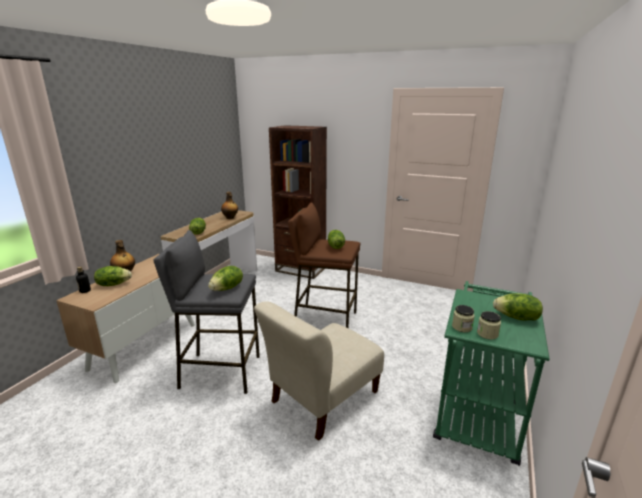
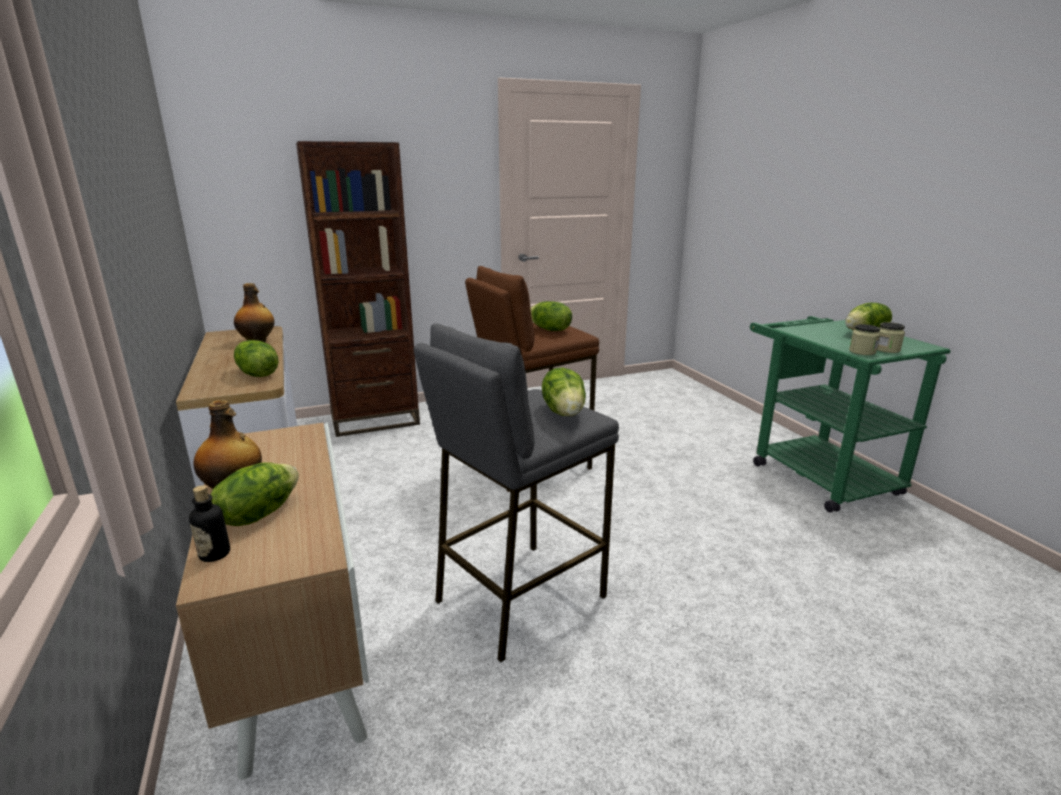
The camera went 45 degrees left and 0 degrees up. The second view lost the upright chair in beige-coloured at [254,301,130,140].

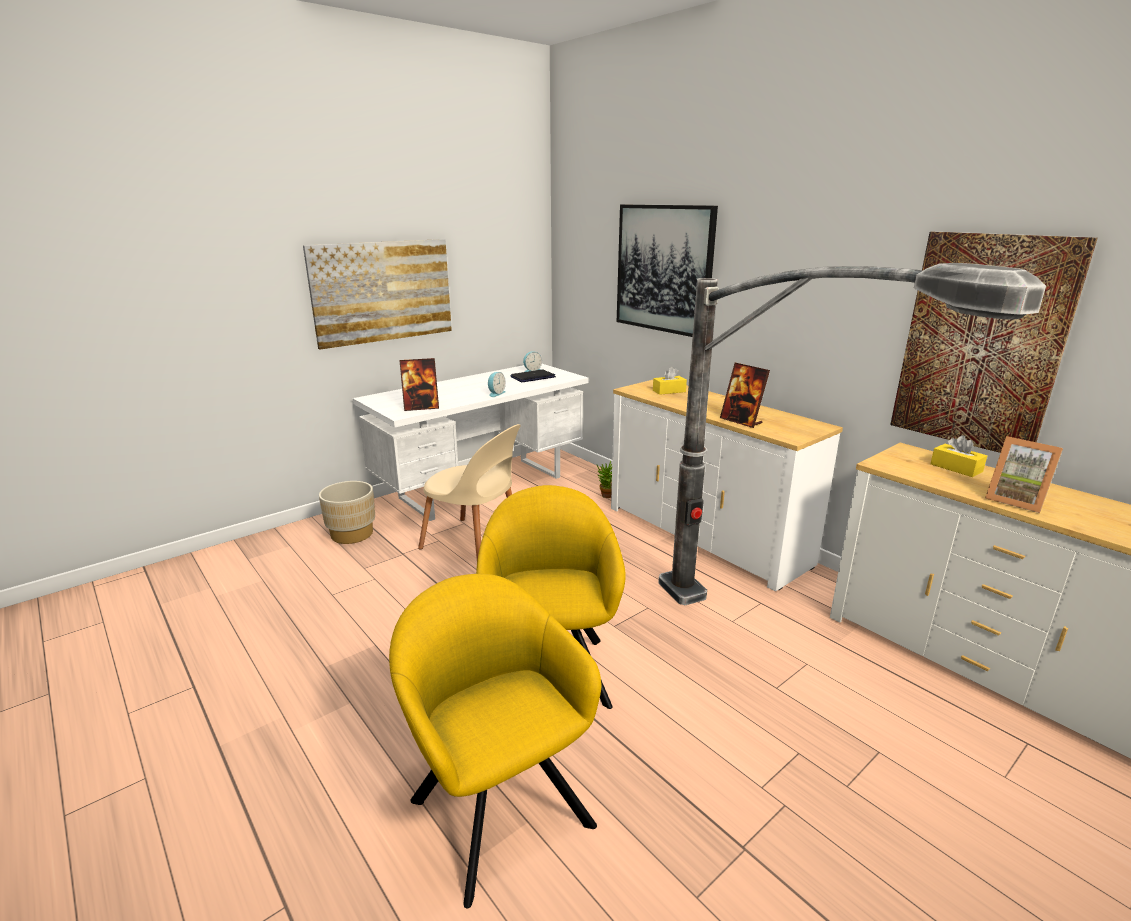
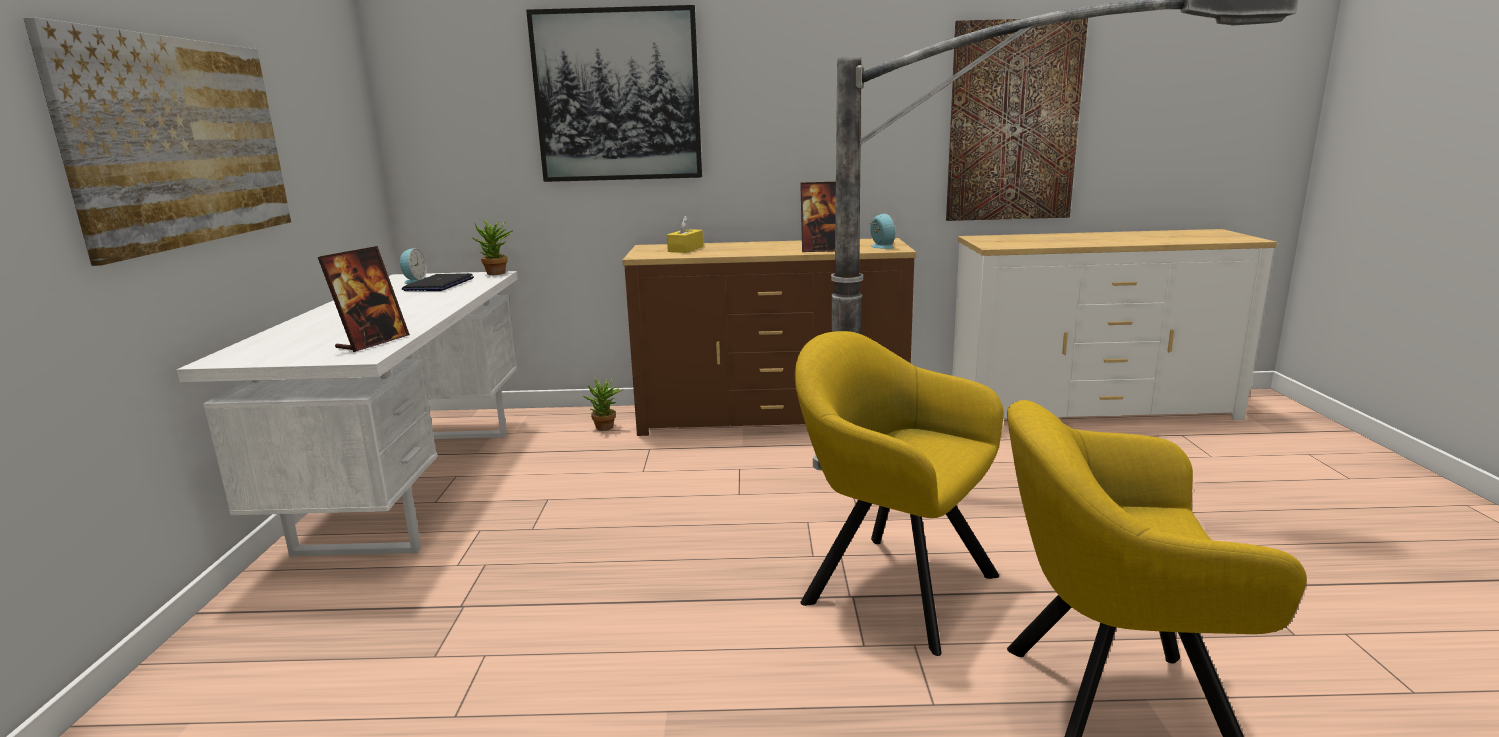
The camera went 50 degrees left and 5 degrees down. The table clock ended up elsewhere, having gone from [488,372,18,25] to [870,214,25,35]. What was the dresser in white-coloured at [611,380,232,211] turned into the dresser in brownish at [622,238,294,198]. The second view lost the upright chair in beige-coloured at [418,424,103,137]. The second view lost the tissue holder in yellow at [930,435,57,42]. The second view lost the standing frame at [985,436,78,77]. The second view lost the planter in beige-coloured at [319,481,56,63]. The second view gained the potted plant at [473,220,40,55].

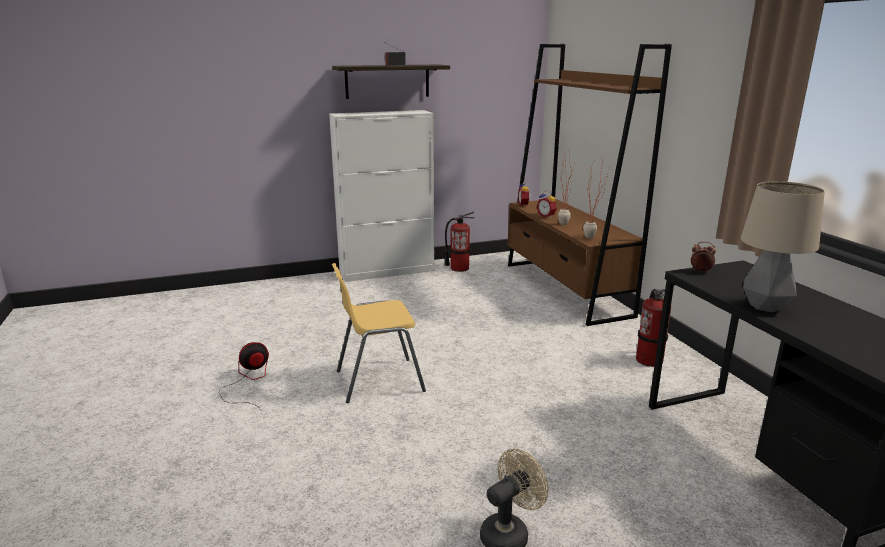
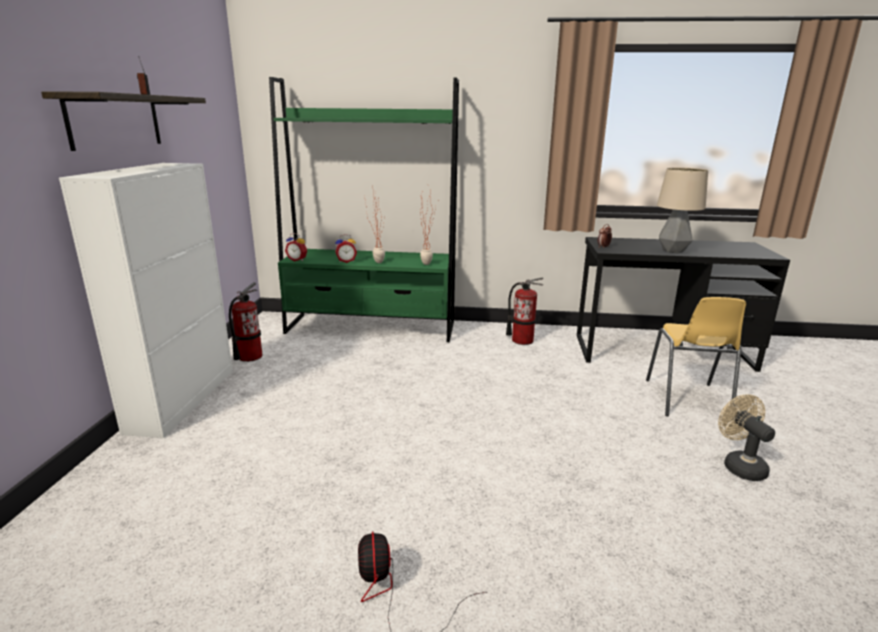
The camera went 65 degrees left and 0 degrees up. What was the shelving unit in brownish at [508,44,164,282] turned into the shelving unit in green-coloured at [269,77,190,265]. The upright chair in yellow ended up elsewhere, having gone from [332,263,94,140] to [646,297,100,123].

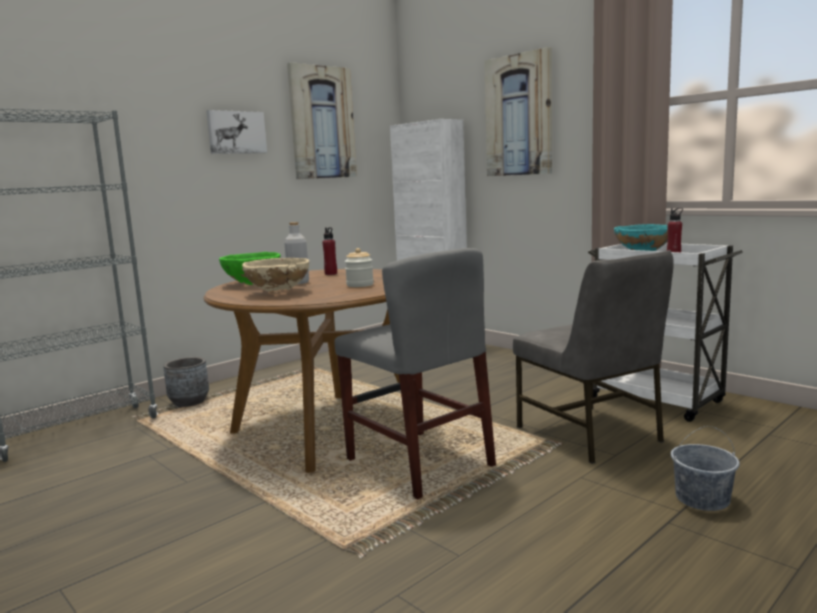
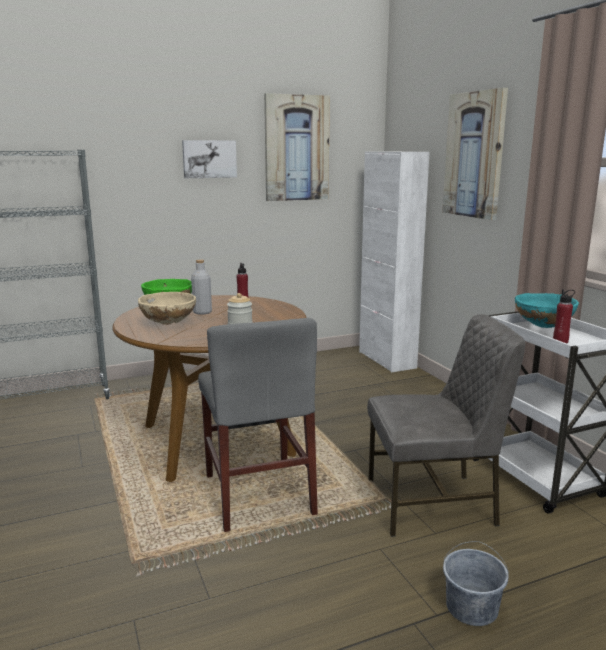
The camera went 20 degrees right and 5 degrees up. The upright chair in grey at [513,250,161,214] ended up facing another way, 90 degrees counterclockwise from before. The second view lost the planter in grey at [163,357,46,50].

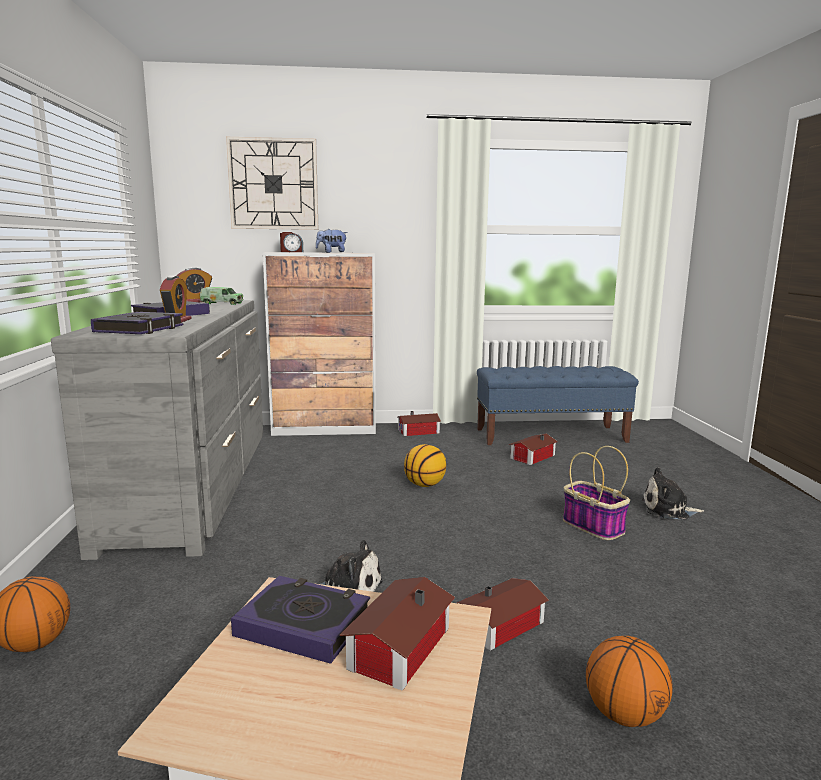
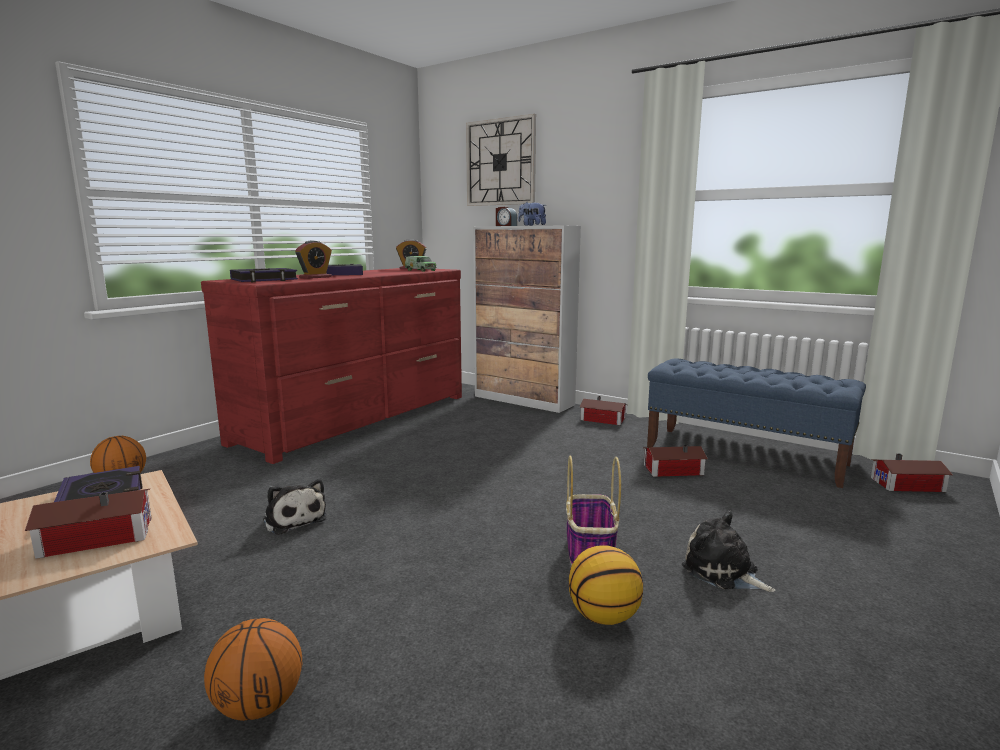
The camera went 40 degrees right and 0 degrees up. What was the dresser in grey at [51,300,212,260] turned into the dresser in reddish at [201,268,261,196]. The ball for basketball ended up elsewhere, having gone from [404,444,42,43] to [569,545,74,80]. The toy house ended up elsewhere, having gone from [457,578,92,73] to [871,453,82,39].

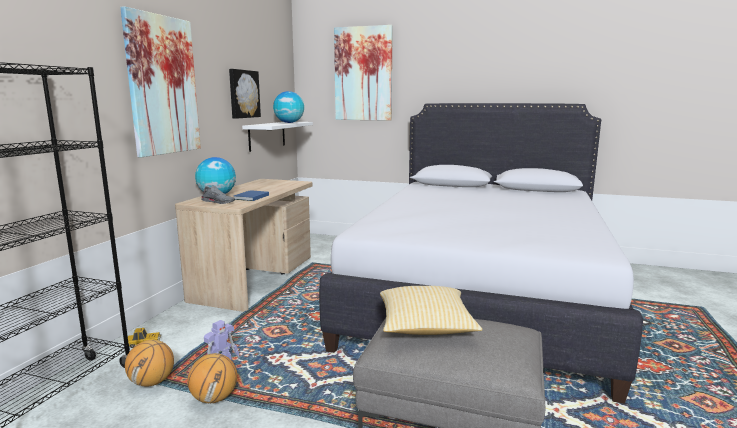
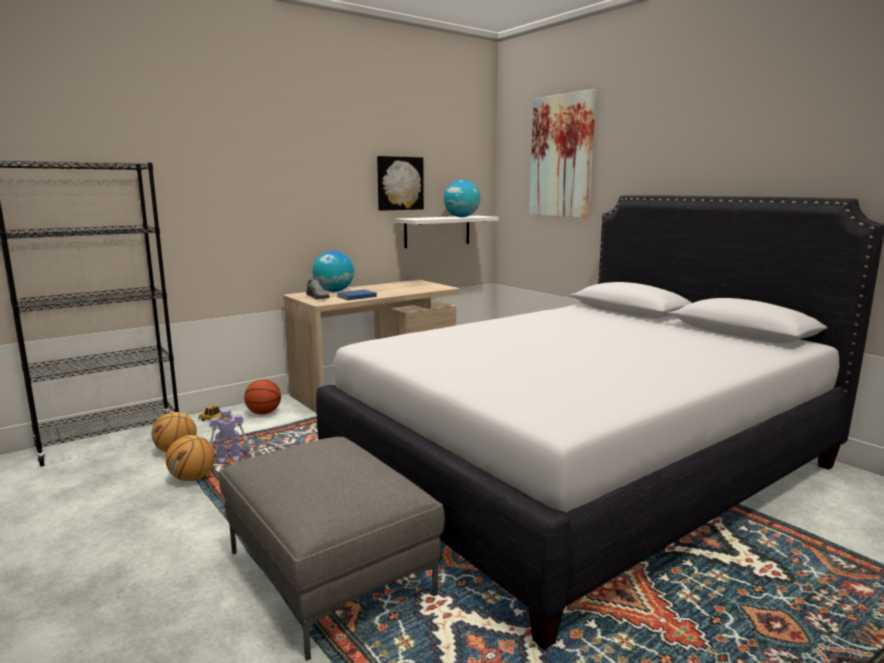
The camera went 35 degrees right and 0 degrees up. The second view lost the wall picture at [120,6,81,151]. The second view lost the throw pillow at [380,286,102,49]. The second view gained the ball for basketball at [244,379,37,36].

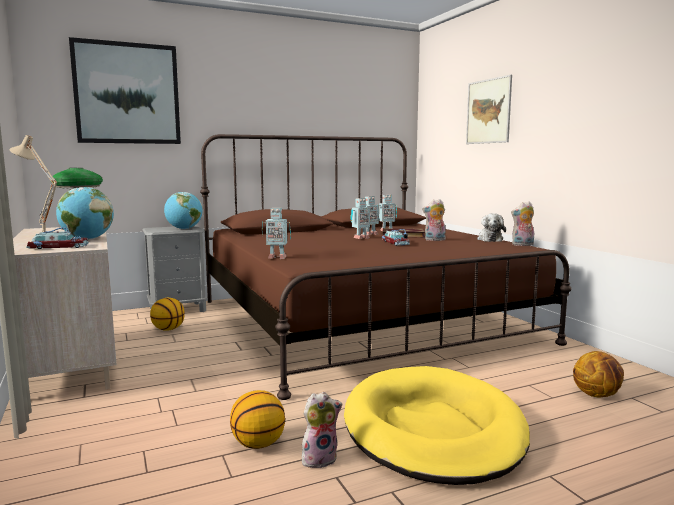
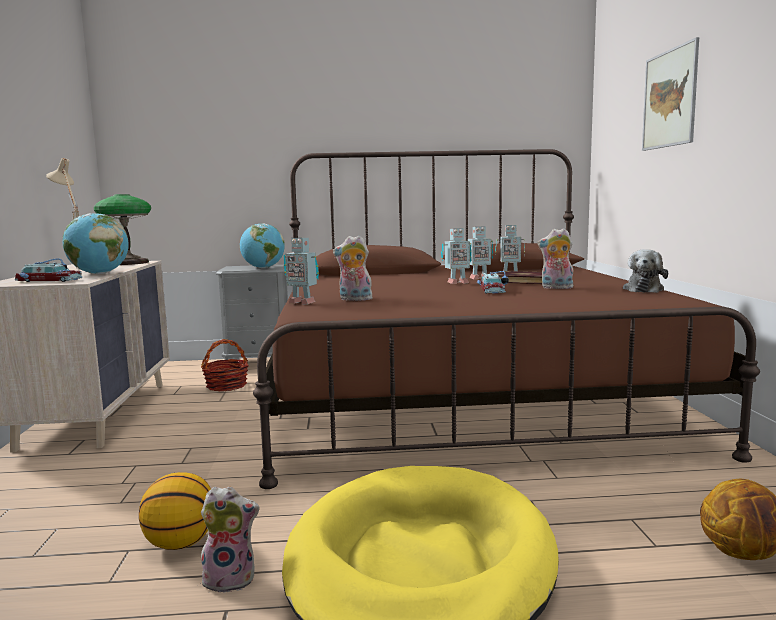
The camera went 20 degrees right and 0 degrees up. The second view lost the wall picture at [69,37,112,107]. The soft toy ended up elsewhere, having gone from [511,202,23,44] to [333,235,41,66]. Where the ball for basketball stood at [150,298,35,33], the storage basket came to stand at [201,339,47,52].

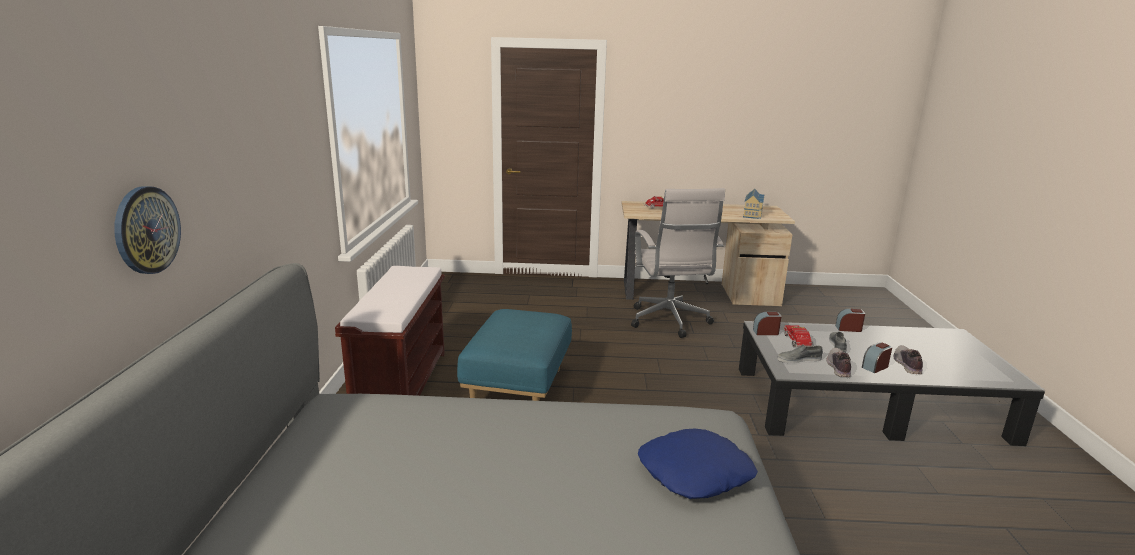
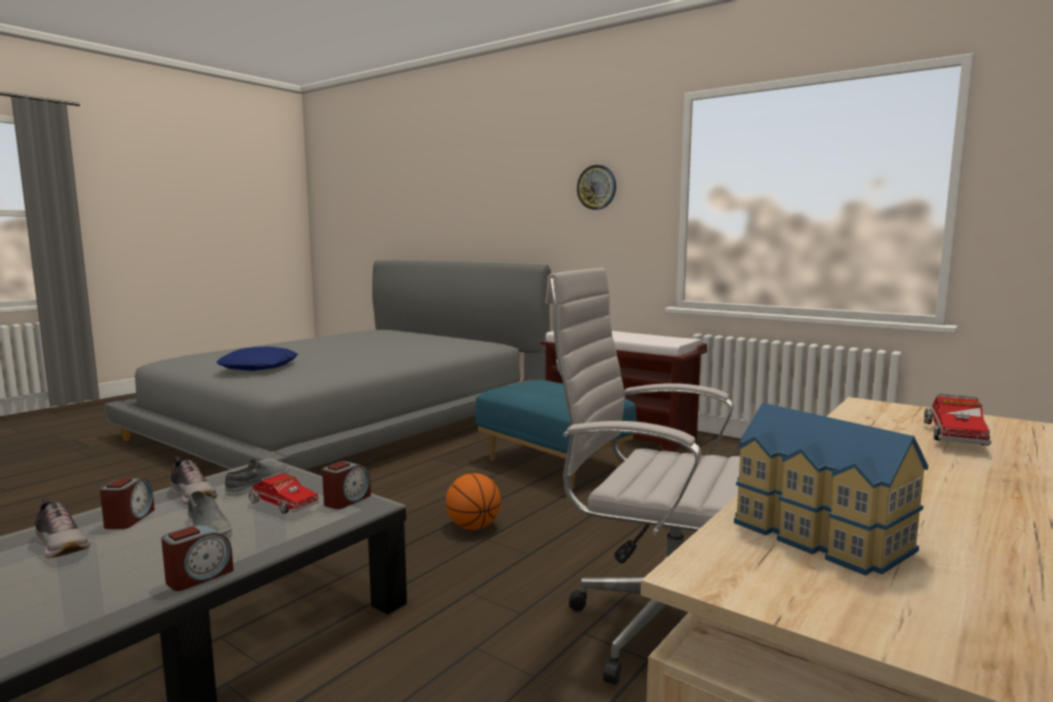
The camera went 125 degrees right and 10 degrees down. The clock on the wall ended up elsewhere, having gone from [114,186,67,88] to [577,165,39,45]. The second view gained the ball for basketball at [446,473,55,57].

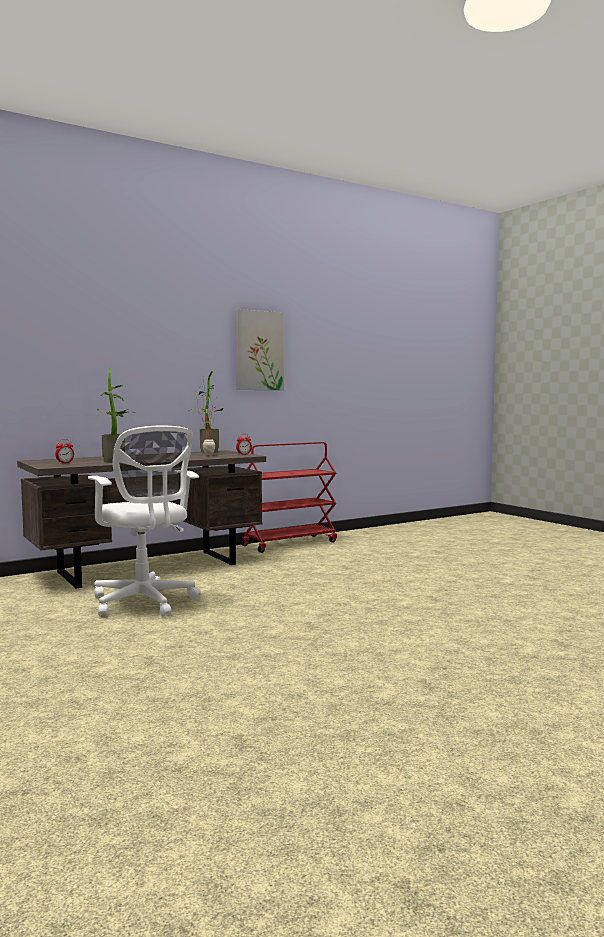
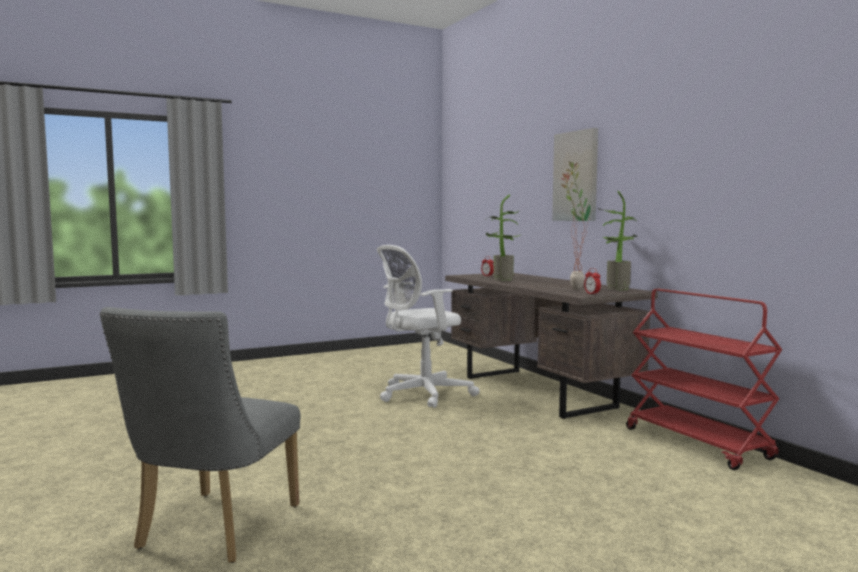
The camera went 95 degrees right and 0 degrees up. The wall picture ended up elsewhere, having gone from [236,309,48,81] to [552,128,46,93]. The second view gained the upright chair in grey at [100,307,200,256].

